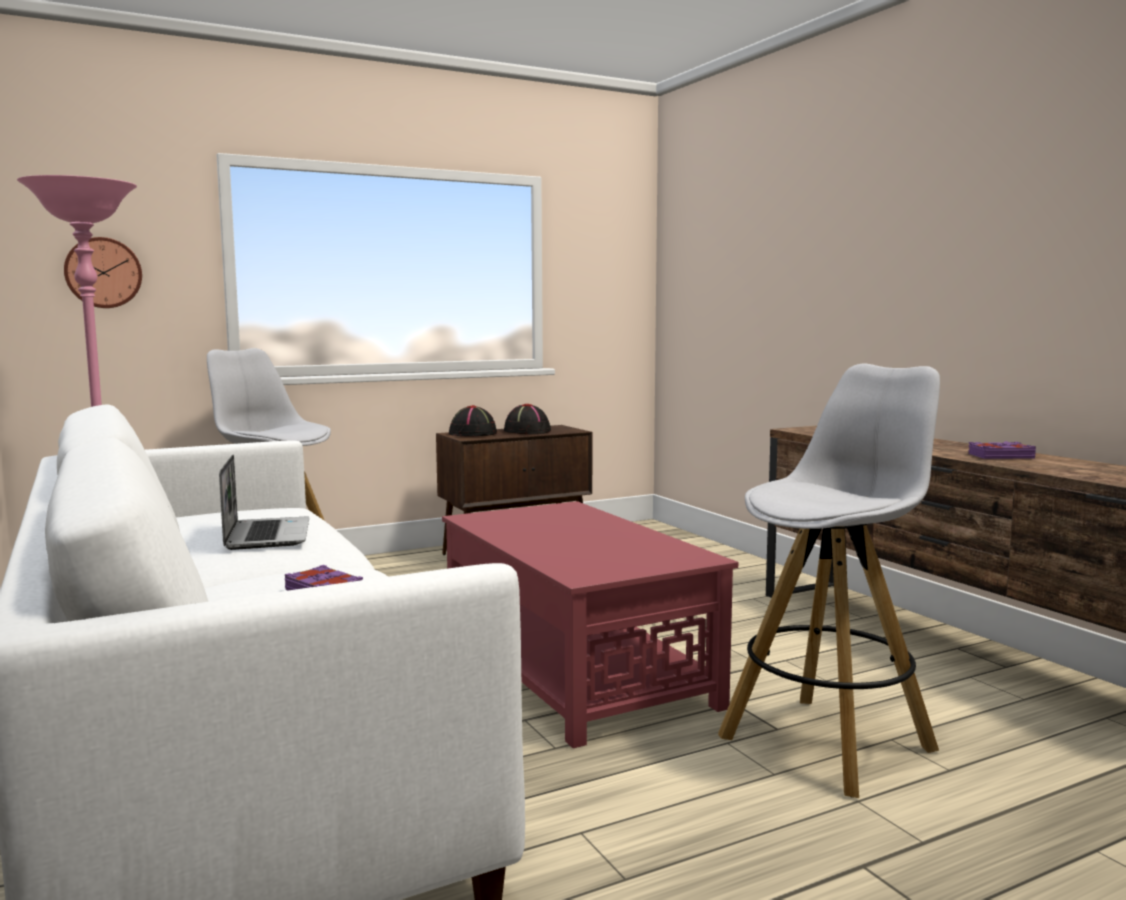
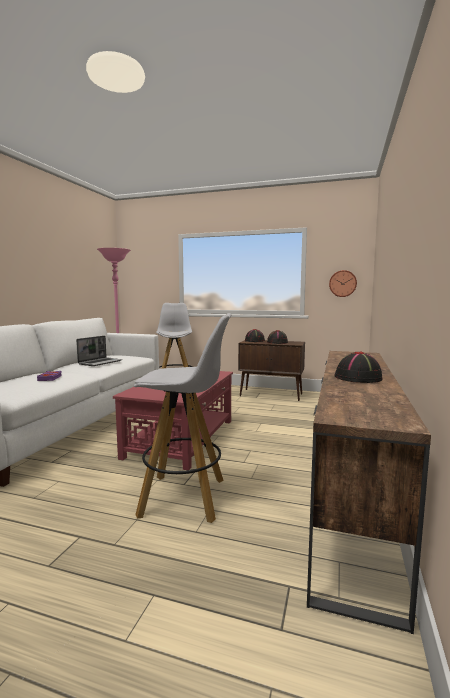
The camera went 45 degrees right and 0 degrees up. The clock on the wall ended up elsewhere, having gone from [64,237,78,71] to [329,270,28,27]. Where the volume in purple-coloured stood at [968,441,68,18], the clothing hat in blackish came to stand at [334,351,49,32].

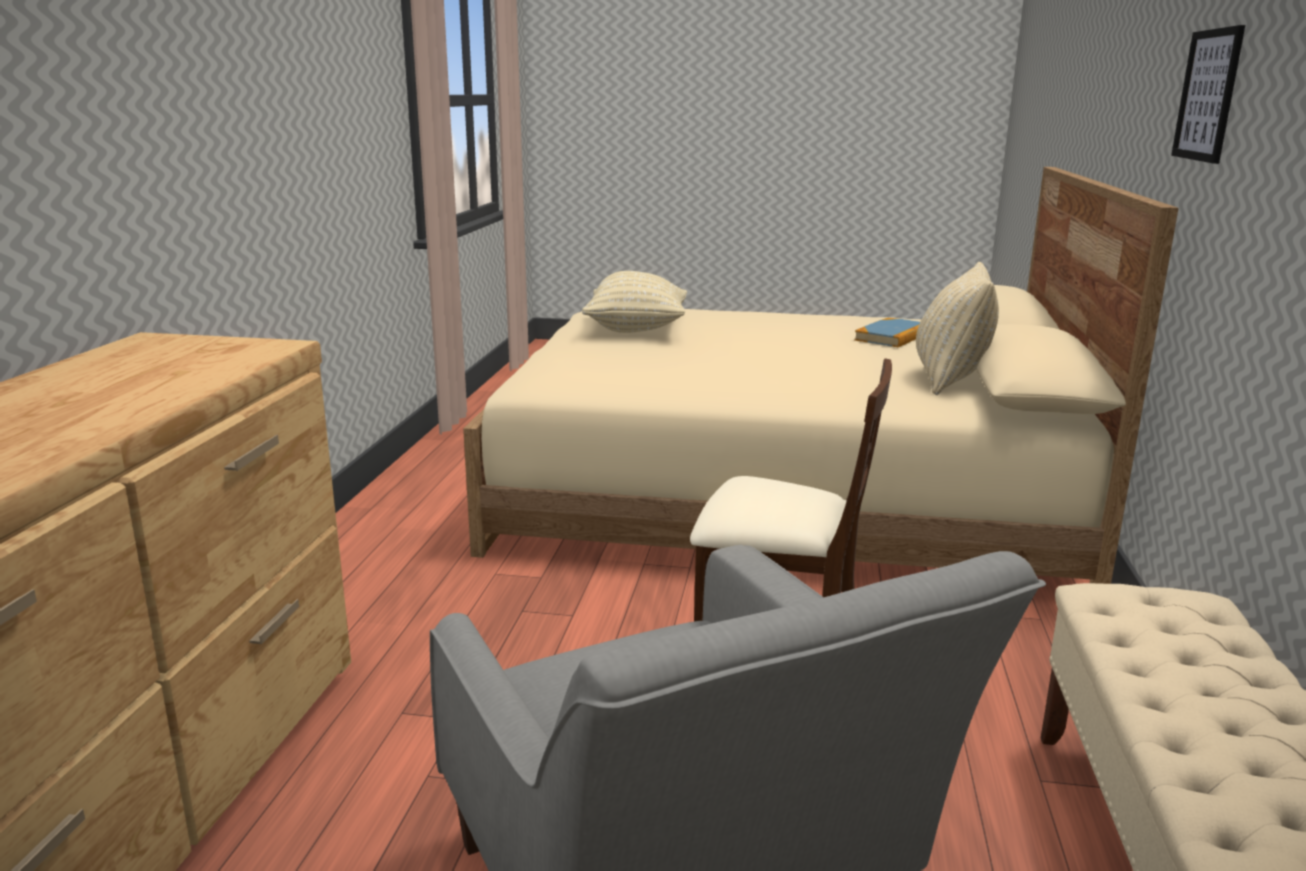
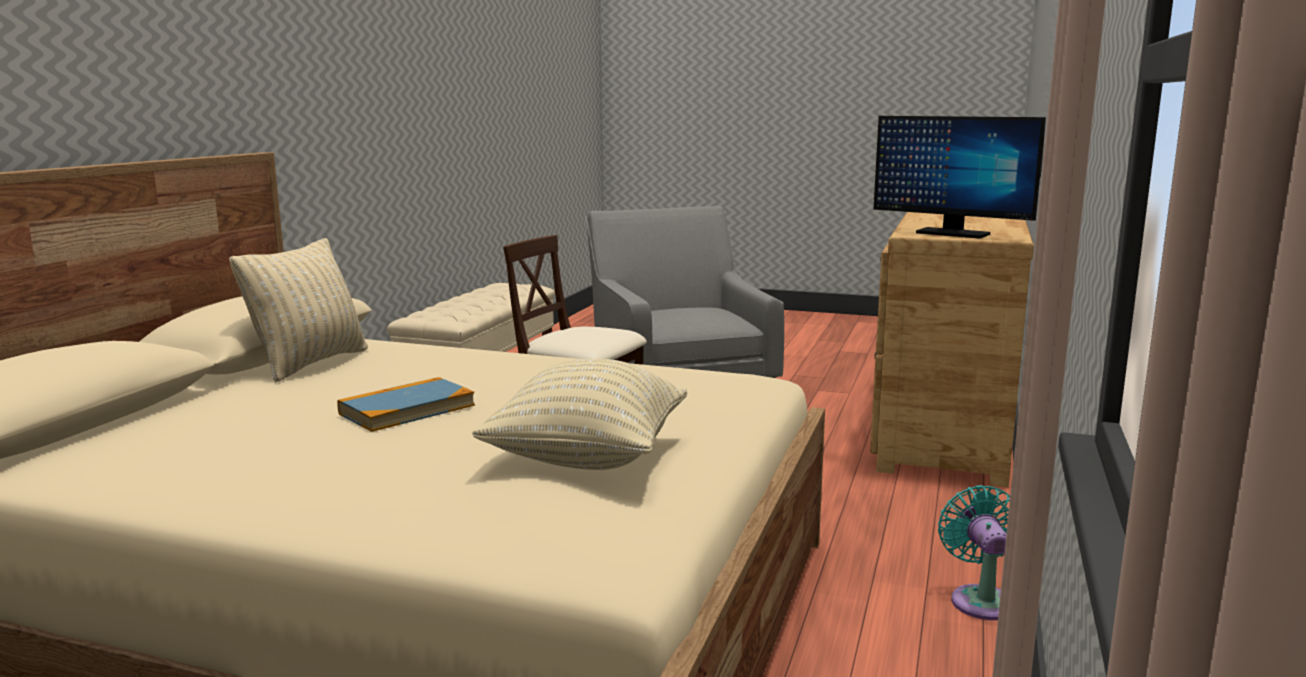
The camera went 170 degrees left and 5 degrees down. The second view lost the wall picture at [1171,25,74,139]. The volume ended up elsewhere, having gone from [854,318,66,29] to [337,377,138,55]. The second view gained the monitor at [873,116,173,122]. The second view gained the cooling fan in blue-green at [938,485,72,135].

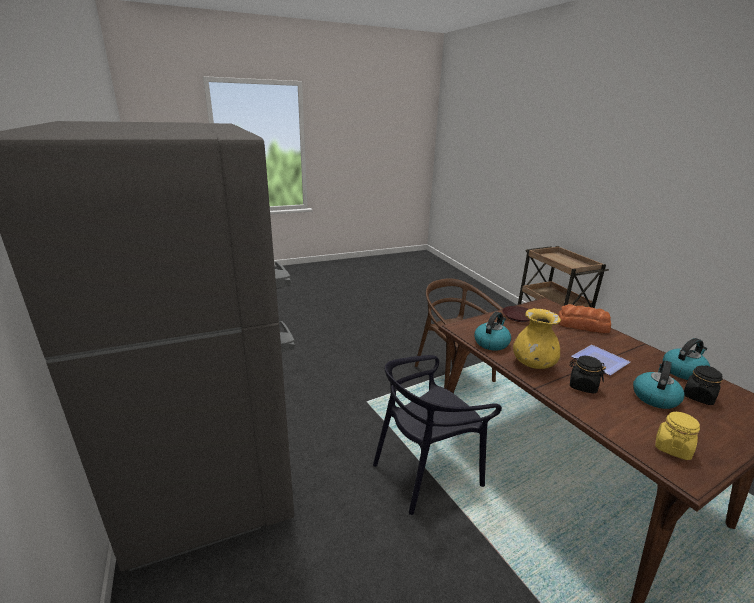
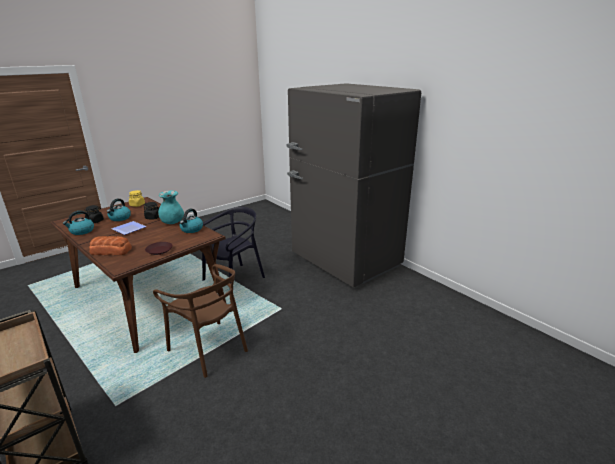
The camera went 165 degrees right and 0 degrees up. What was the decorative vase in yellow at [513,308,48,61] turned into the decorative vase in blue-green at [158,190,26,34].

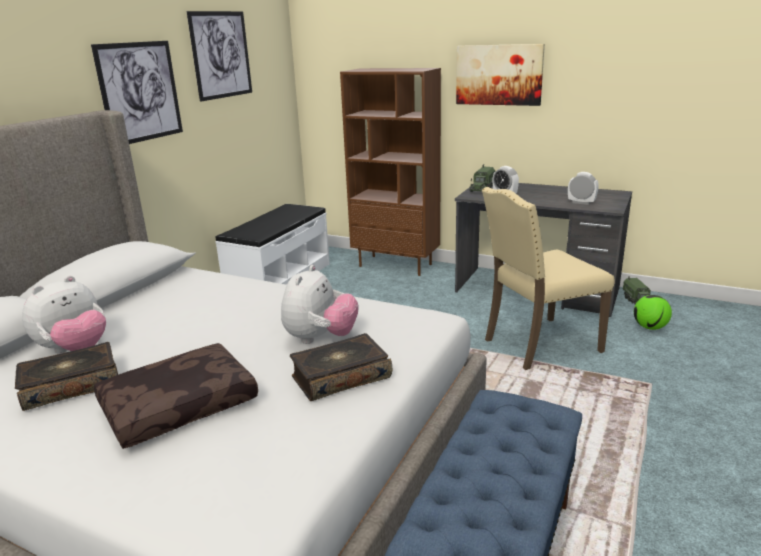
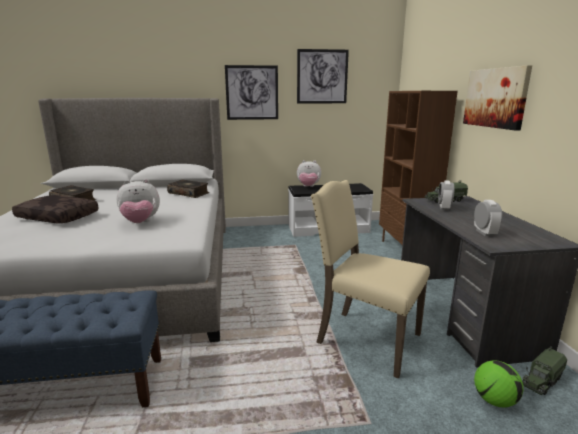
The camera went 55 degrees right and 5 degrees down. The soft toy ended up elsewhere, having gone from [22,276,84,77] to [297,160,24,27]. The volume ended up elsewhere, having gone from [290,333,102,68] to [167,179,42,19].

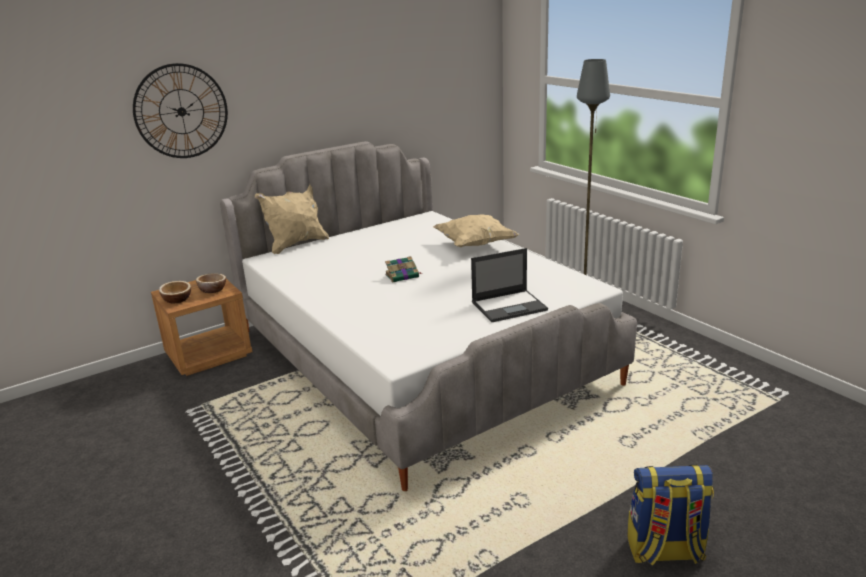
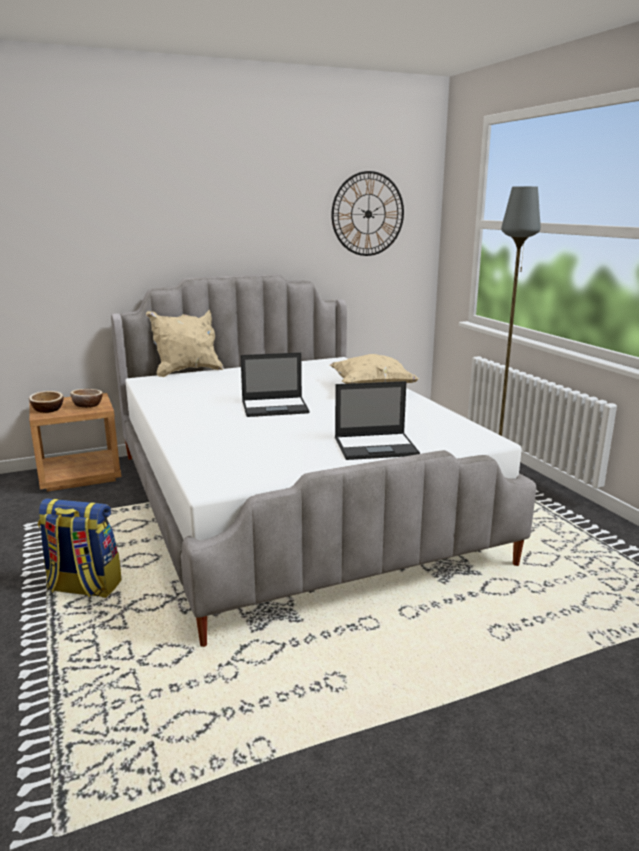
The camera went 10 degrees right and 5 degrees down. The clock on the wall ended up elsewhere, having gone from [133,63,95,95] to [331,171,73,85]. Where the volume stood at [385,256,38,26], the portable computer came to stand at [240,352,69,65]. The knapsack ended up elsewhere, having gone from [628,465,86,101] to [38,498,83,100].

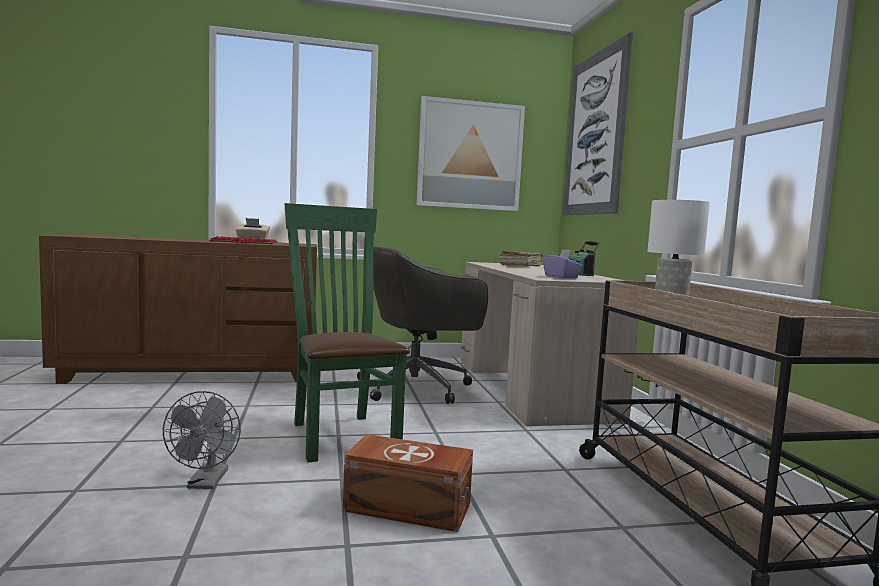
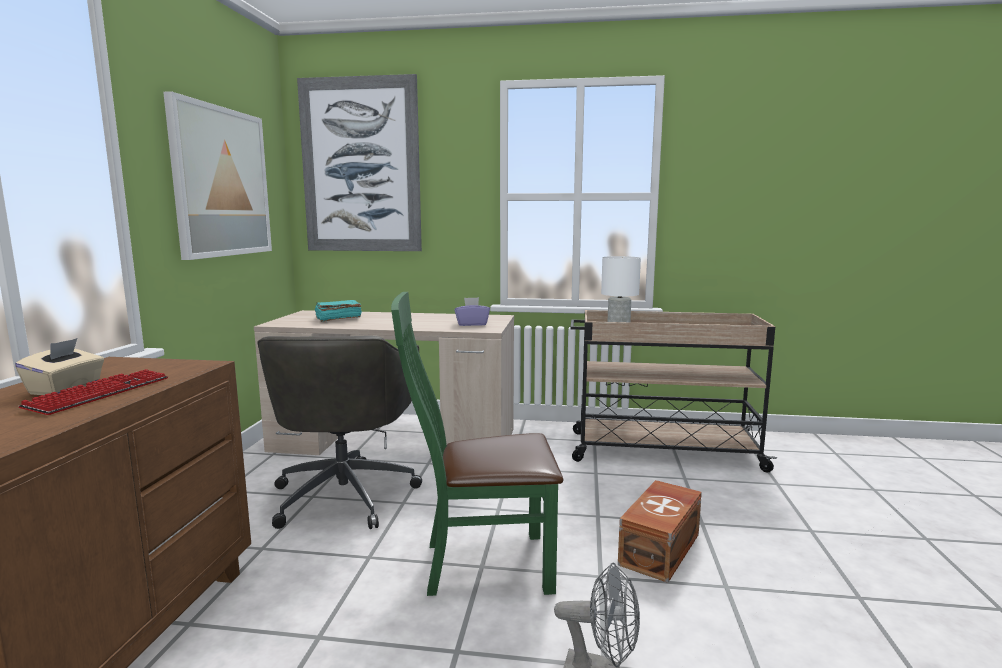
The camera went 70 degrees left and 5 degrees up. The second view lost the radio at [569,241,31,35]. What was the volume in brownish at [499,251,44,15] turned into the volume in blue-green at [315,300,47,22].

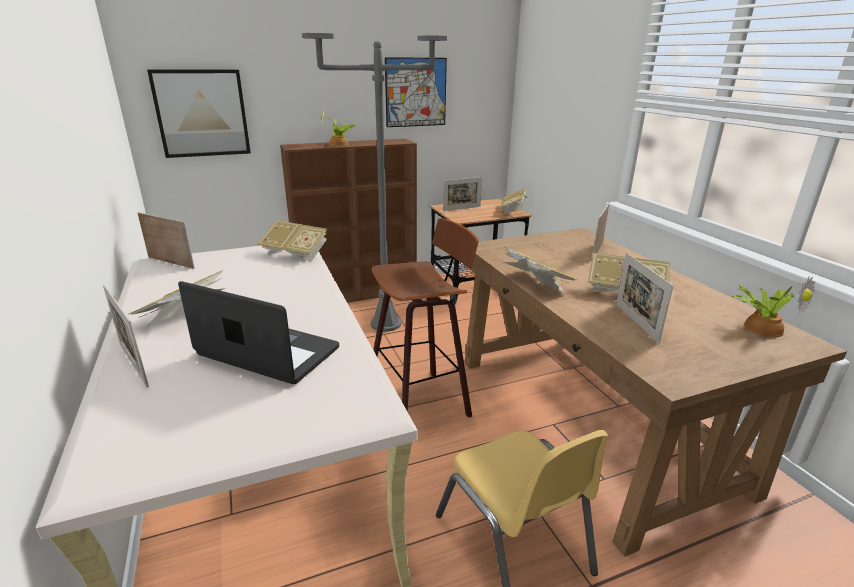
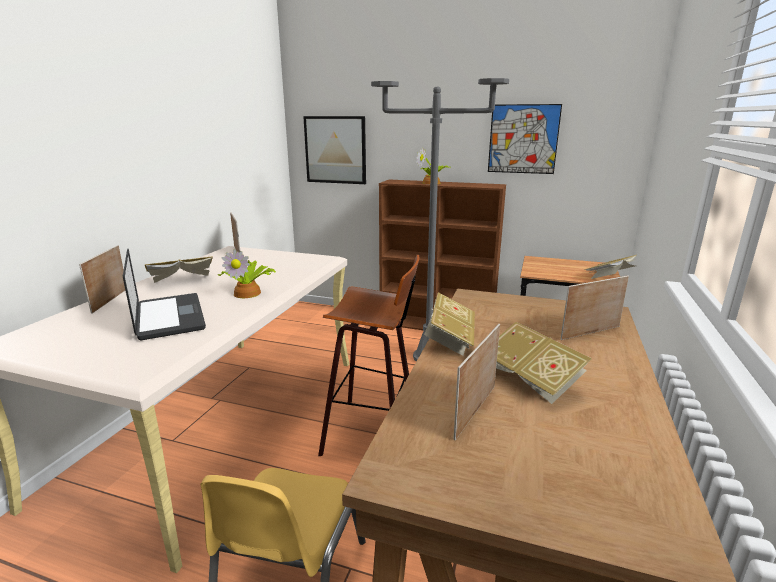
The camera went 40 degrees right and 5 degrees down. The second view lost the standing frame at [443,177,39,34]. The second view lost the volume at [257,220,71,42]. The potted plant ended up elsewhere, having gone from [732,277,83,60] to [218,249,58,49].

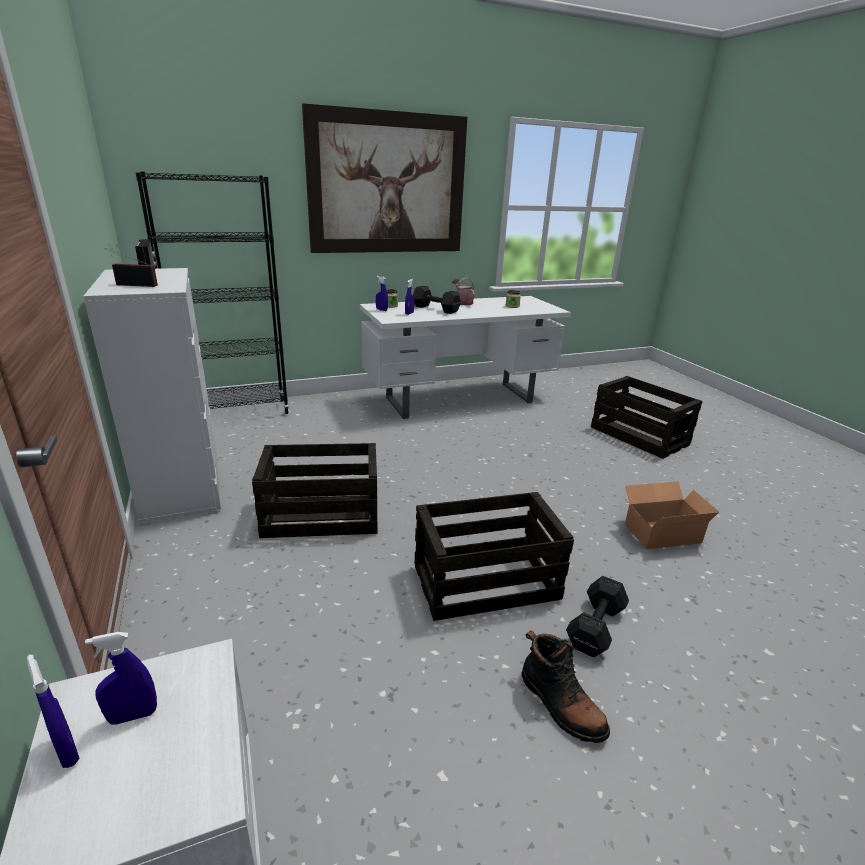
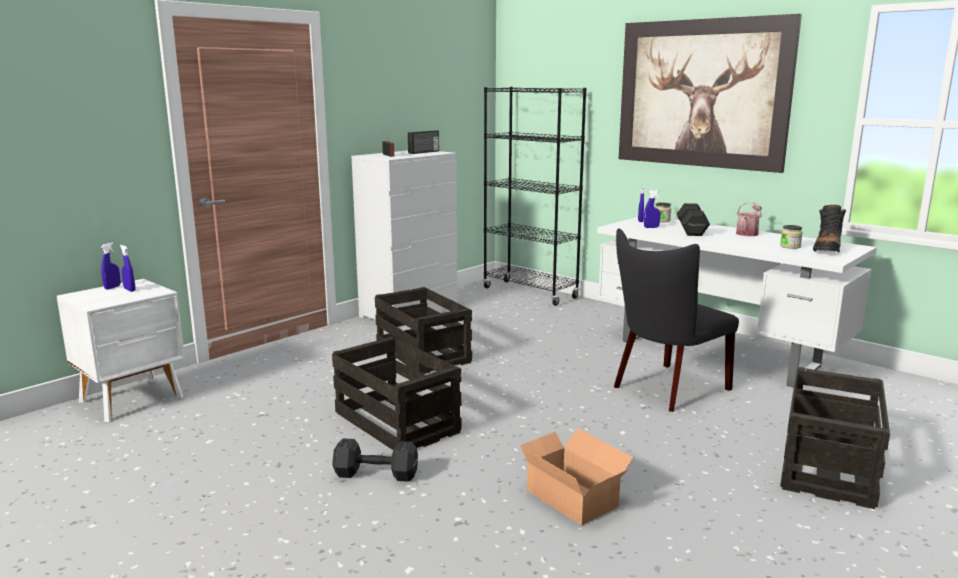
The camera went 65 degrees right and 10 degrees down. The tall boot in blackish ended up elsewhere, having gone from [521,630,89,113] to [813,205,33,47]. The second view gained the upright chair in blackish at [614,228,125,184].

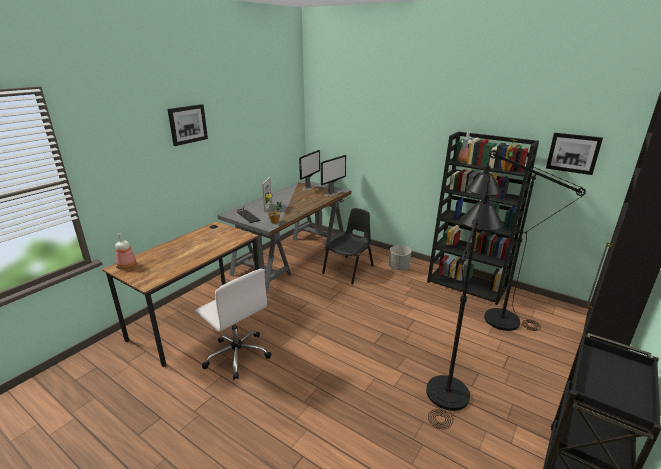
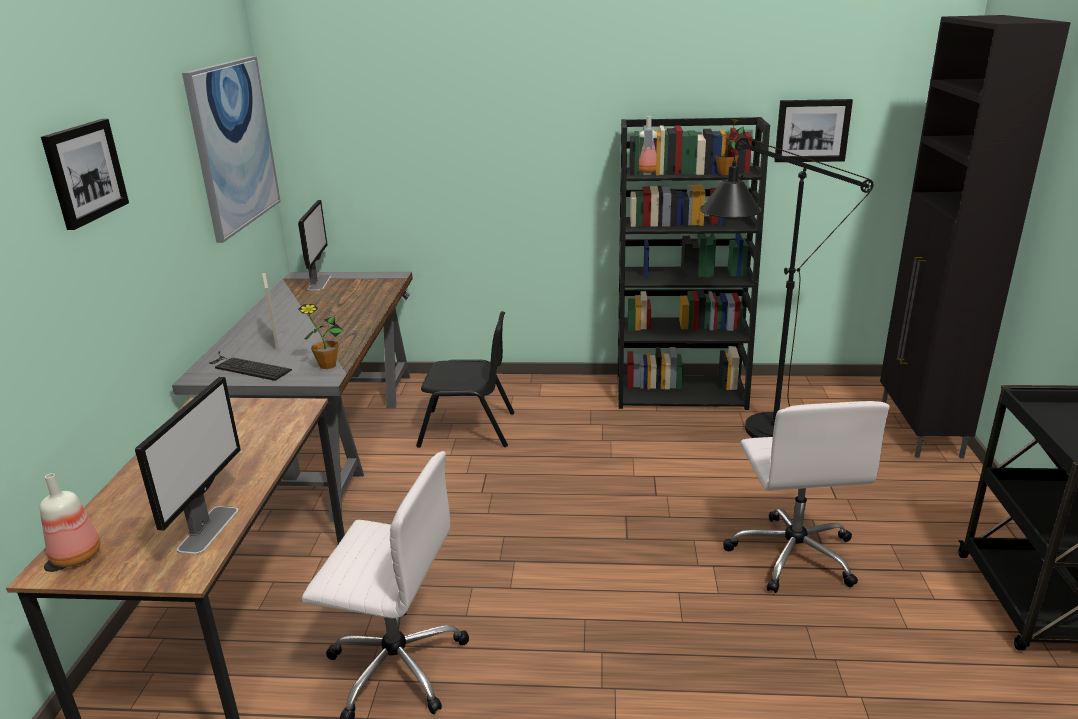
The camera went 30 degrees left and 0 degrees up. The monitor ended up elsewhere, having gone from [321,155,25,41] to [135,377,106,178]. Where the floor lamp in blackish stood at [426,176,78,253], the desk chair in white-coloured came to stand at [723,401,167,192]. The upright chair in blackish at [322,208,52,76] ended up facing another way, 90 degrees clockwise from before. The second view lost the planter in grey at [389,245,22,25]. The second view gained the wall picture at [182,56,99,187].

